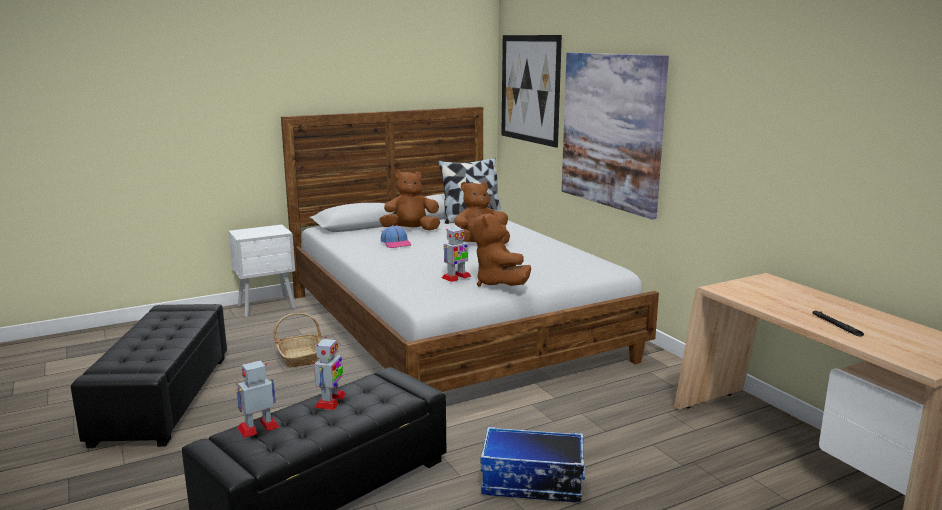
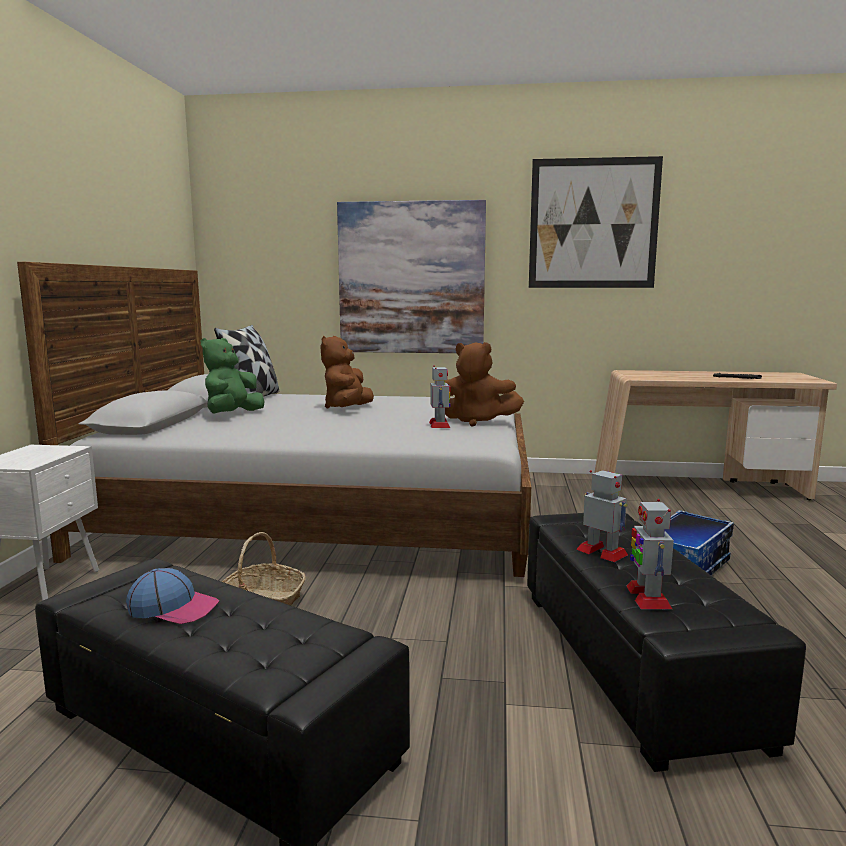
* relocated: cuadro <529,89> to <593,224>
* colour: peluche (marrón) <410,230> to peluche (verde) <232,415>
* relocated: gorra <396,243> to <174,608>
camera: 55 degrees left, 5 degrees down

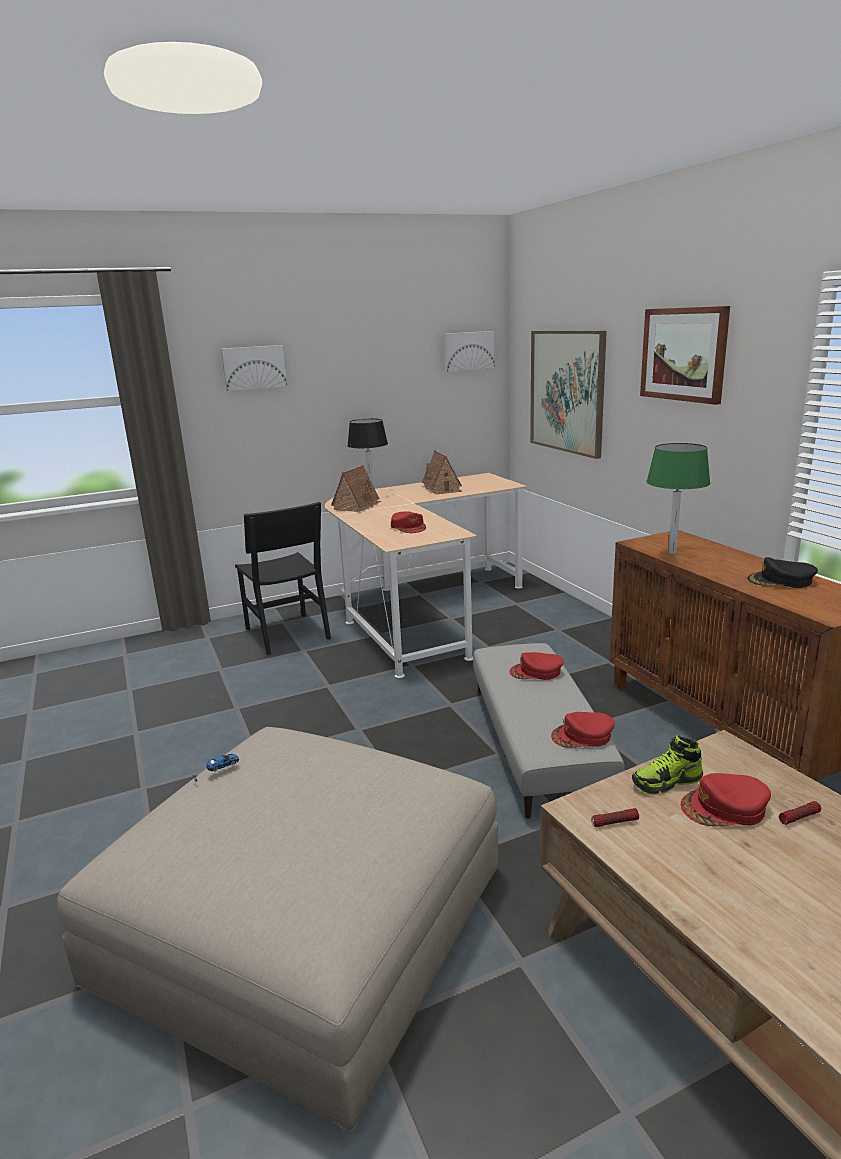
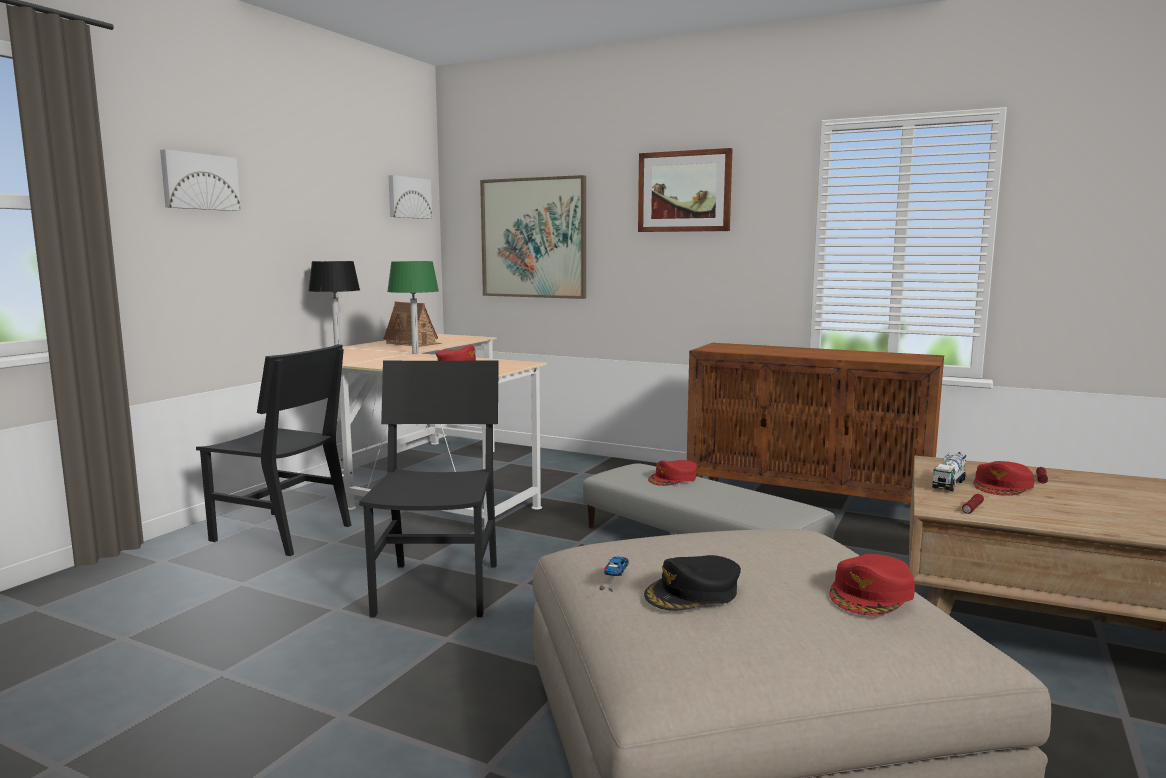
* relocated: lámpara de mesa (verde) <672,553> to <415,353>
* missing: casita <357,505>
* relocated: gorra (negro) <781,581> to <693,593>
* relocated: gorra (rojo) <582,736> to <871,594>
* exchanged: zapato <667,782> to camión de juguete <949,484>
* appeared: silla (negro) <438,589>
camera: 40 degrees left, 10 degrees down

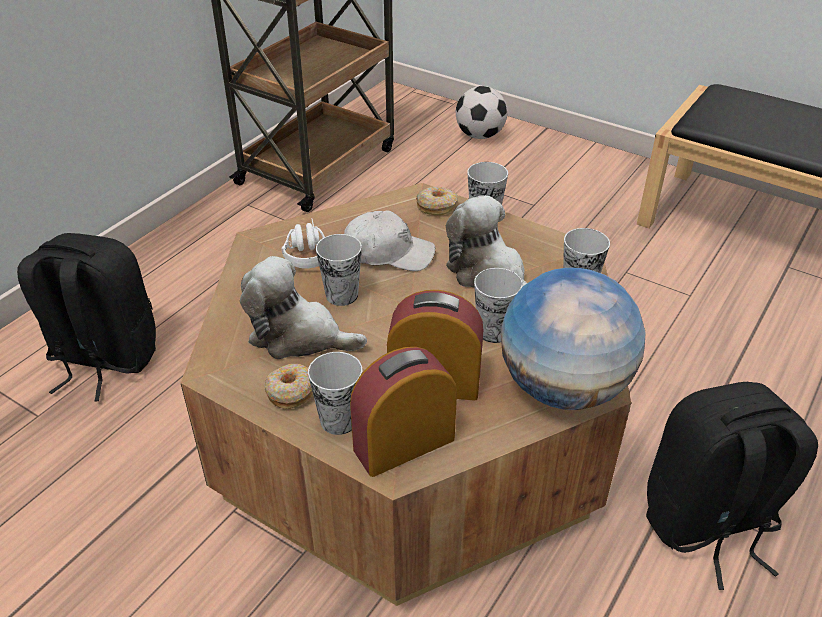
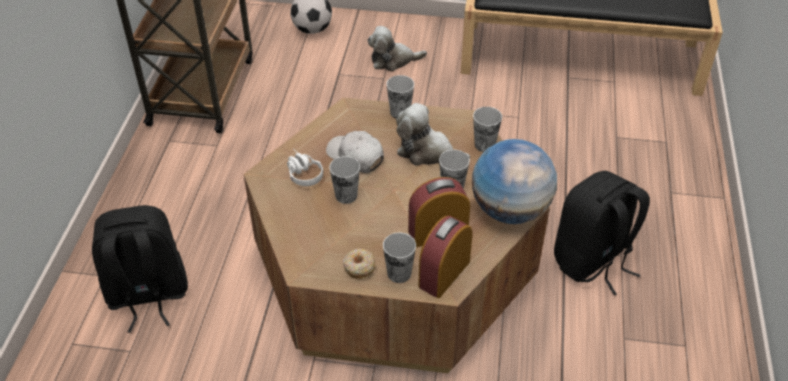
* missing: rosquilla <436,206>
* spun: gorra (blanco) <388,253> = <355,157> 120 degrees counterclockwise
* relocated: peluche <298,336> to <393,60>
camera: 25 degrees left, 5 degrees up

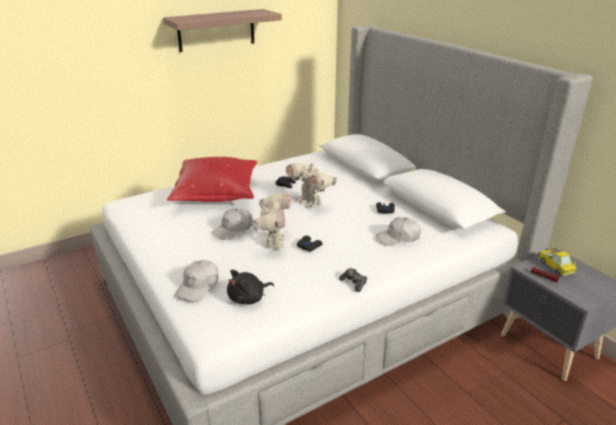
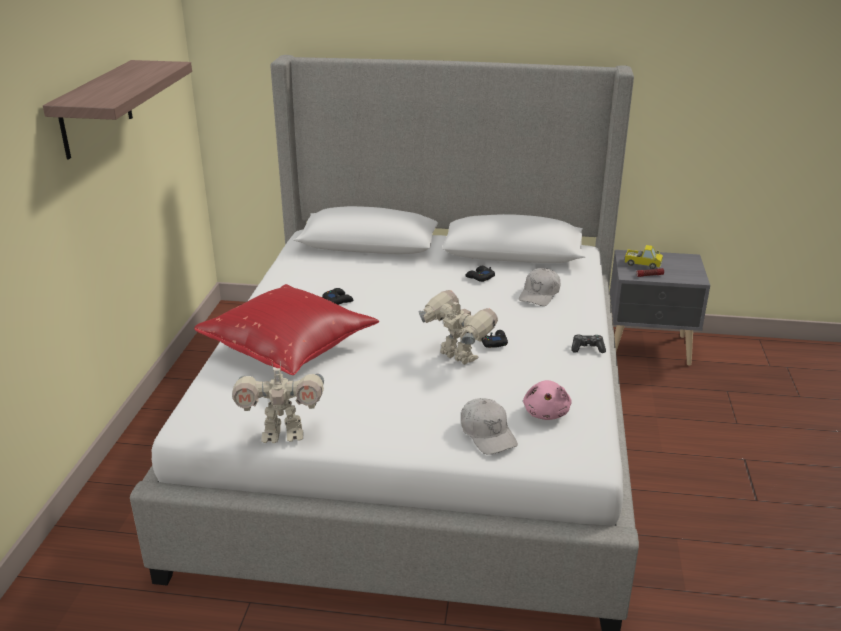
* relocated: robot de juguete <310,203> to <283,434>
* missing: gorra (blanco) <233,229>
* colour: peluche (negro) <248,298> to peluche (rosa) <546,413>
camera: 50 degrees left, 0 degrees up

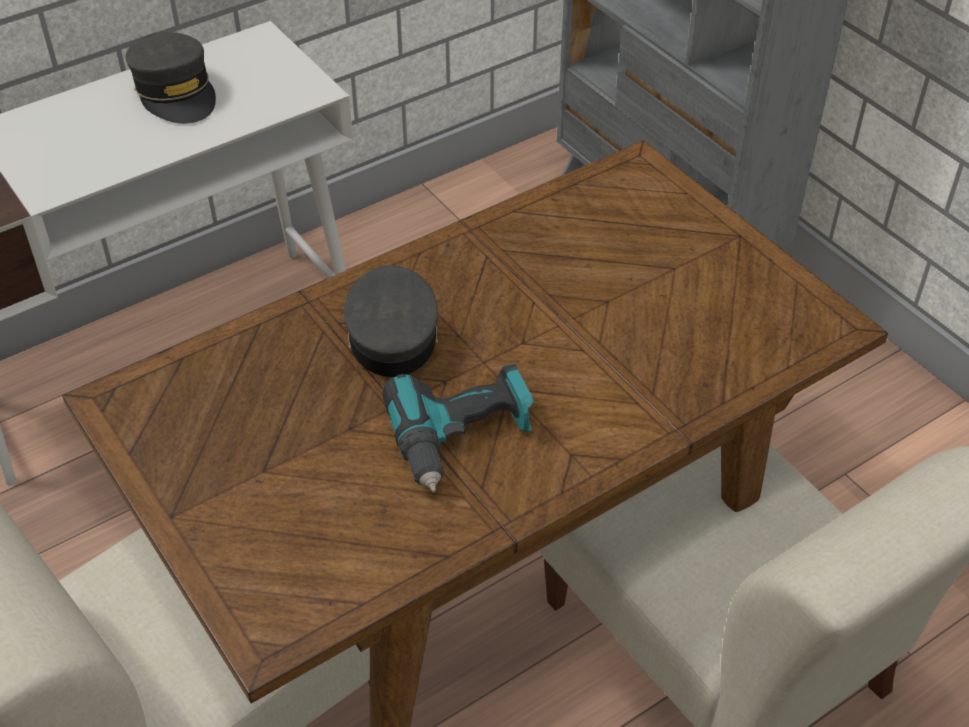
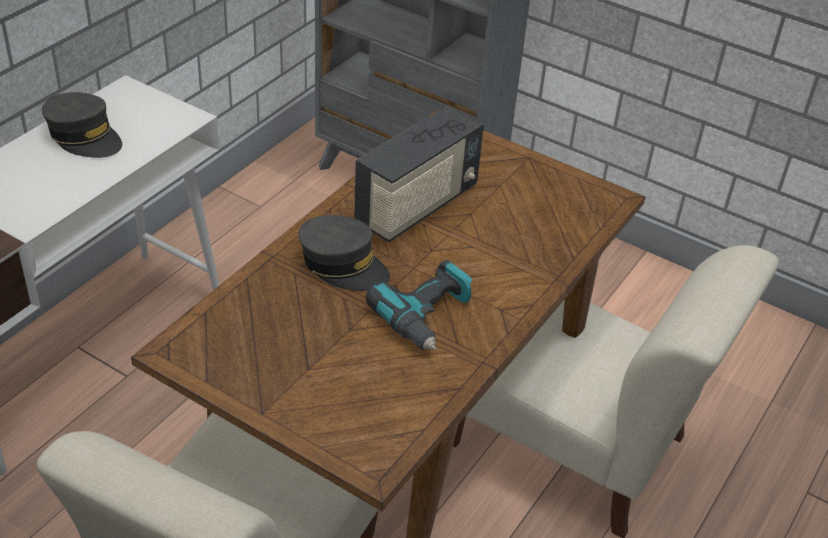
* spun: gorra (gris) <392,335> = <343,265> 150 degrees clockwise
* appeared: radio <417,206>
camera: 25 degrees left, 5 degrees down

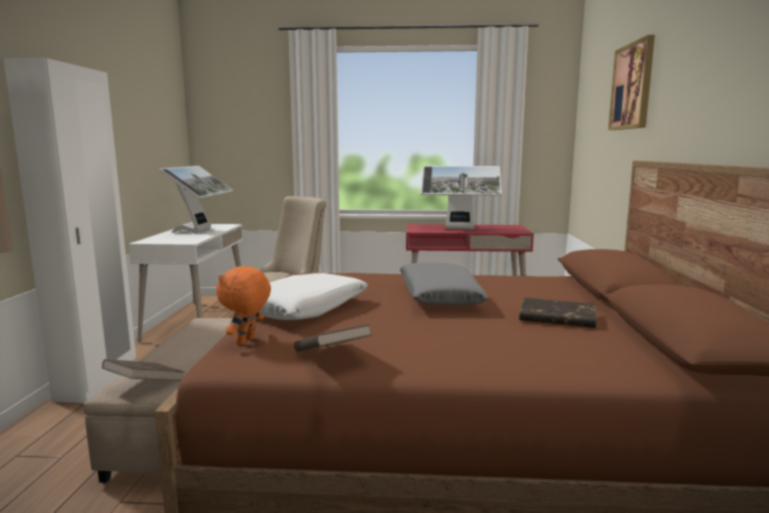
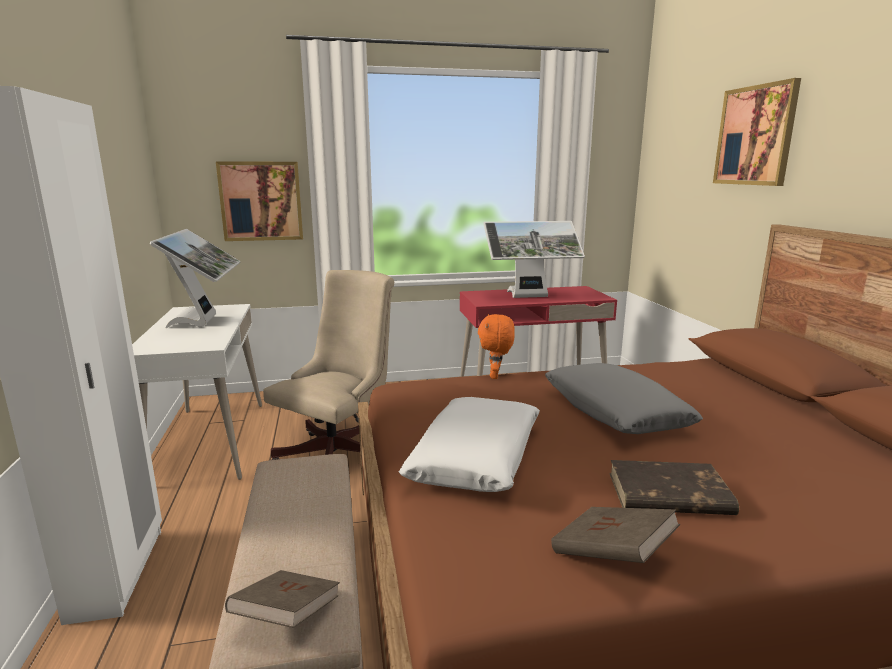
* relocated: peluche (naranja) <246,342> to <495,376>
* relocated: libro (marrón) <556,317> to <667,494>
* appeared: cuadro <261,201>
camera: 15 degrees left, 5 degrees up

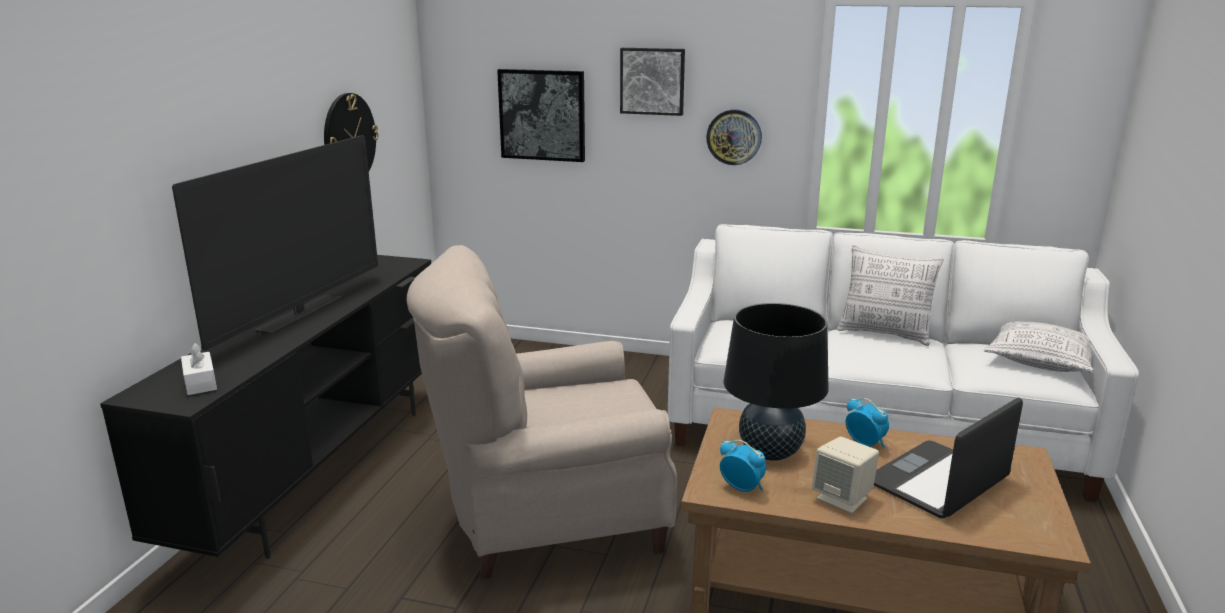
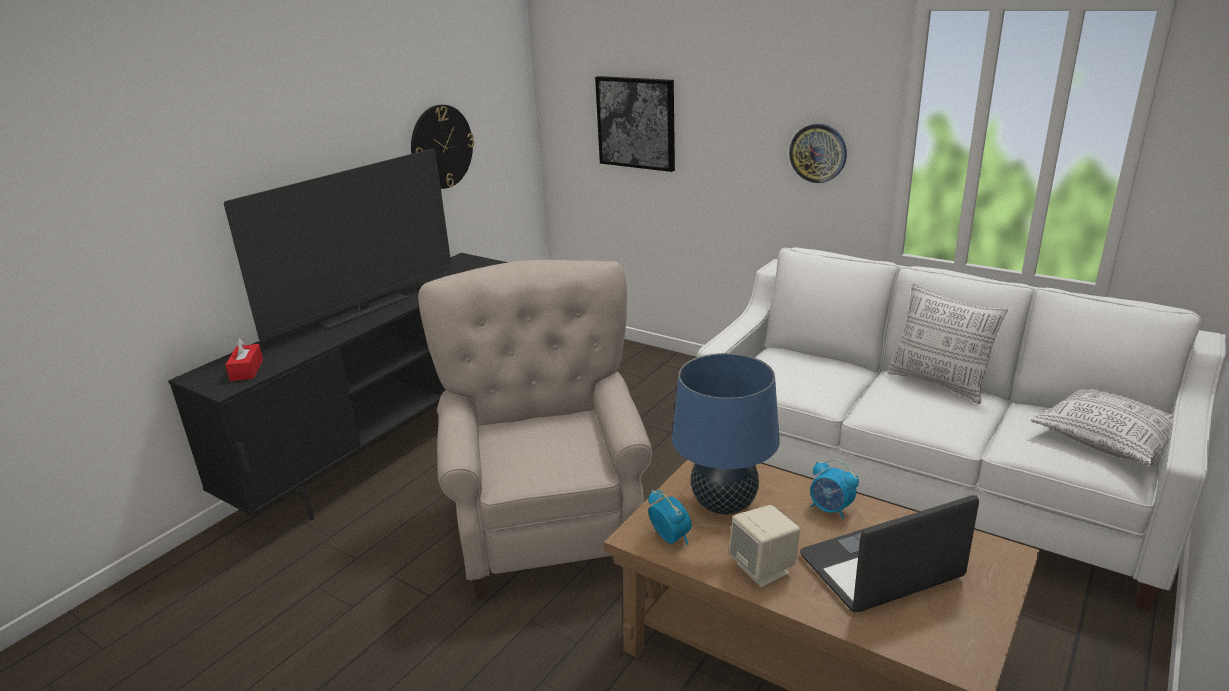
* missing: cuadro <652,81>
* spun: sillón (beis) <548,519> = <549,524> 75 degrees clockwise
* colour: lámpara de mesa (negro) <770,452> to lámpara de mesa (azul) <724,504>
* colour: caja de pañuelos (blanco) <200,382> to caja de pañuelos (rojo) <247,370>
* spun: despertador <865,443> = <831,509> 150 degrees clockwise
camera: 20 degrees right, 5 degrees up

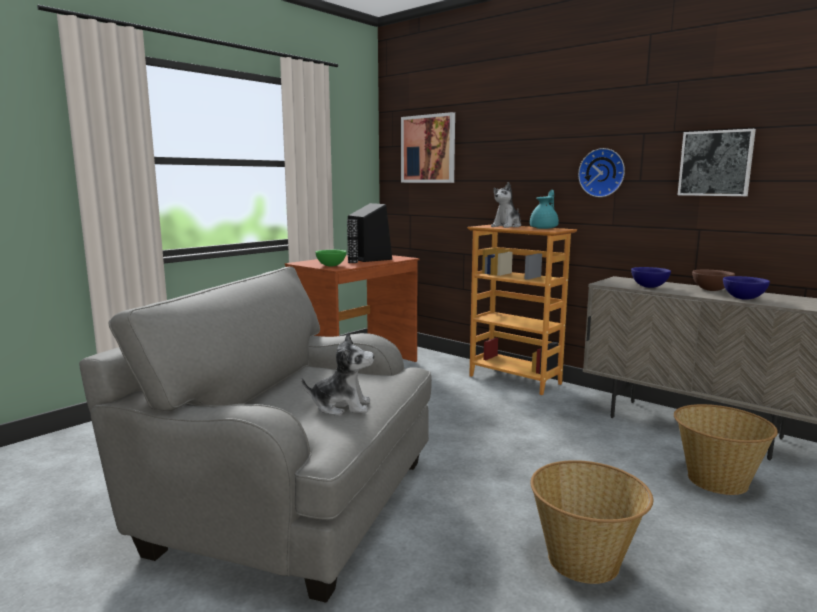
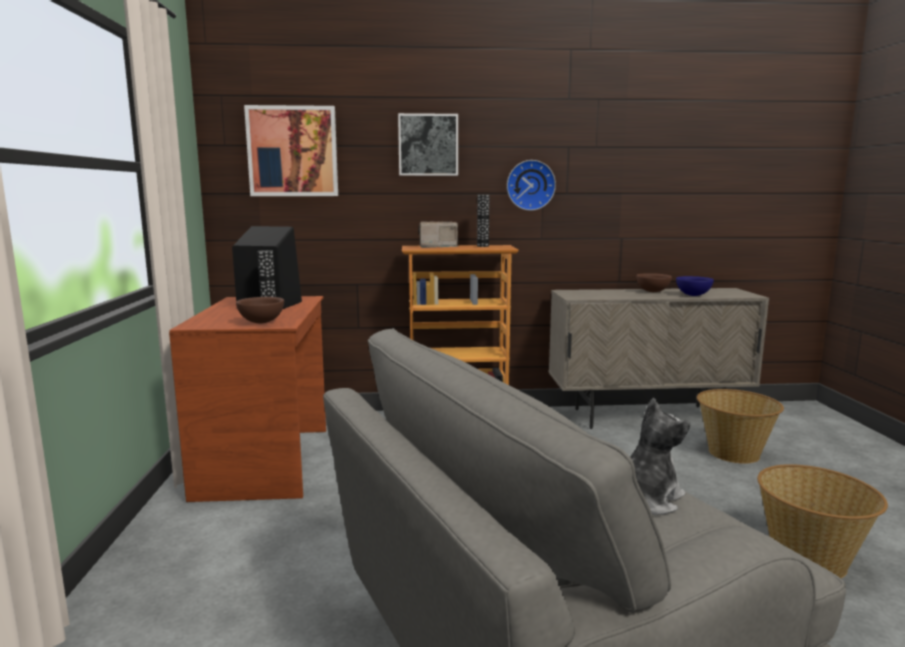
* relocated: cuadro <715,163> to <428,145>
* exchanged: peluche <507,226> to radio <437,247>
* exchanged: tetera (turquesa) <544,228> to florero <482,246>
* colour: cuenco (verde) <331,266> to cuenco (marrón) <262,322>
* missing: cuenco (azul) <649,287>
camera: 45 degrees left, 0 degrees up

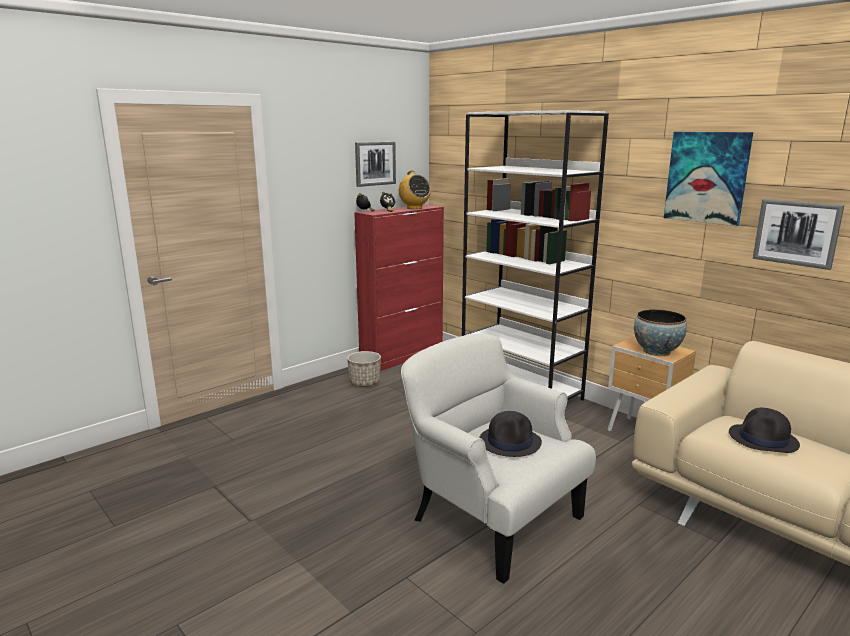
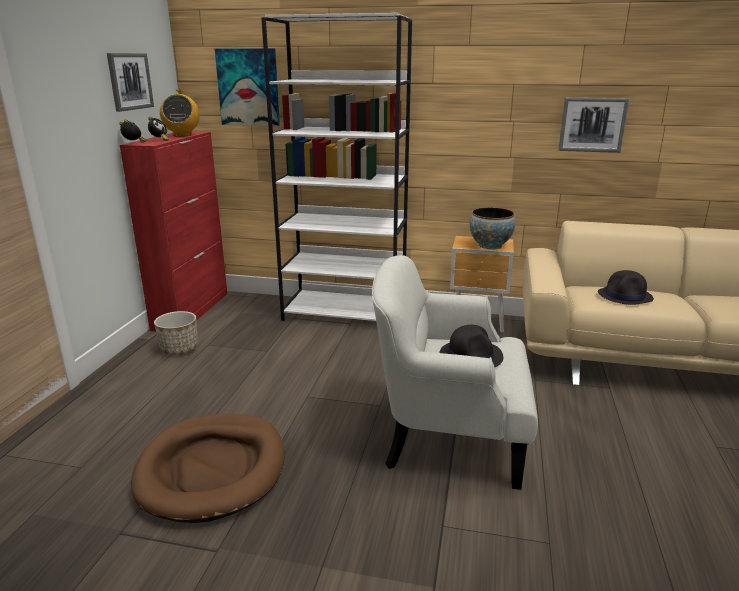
* relocated: cuadro <707,177> to <248,87>
* spun: radio <414,208> = <182,135> 60 degrees clockwise
* appeared: cama para perro (marrón) <212,469>
camera: 35 degrees left, 5 degrees up

